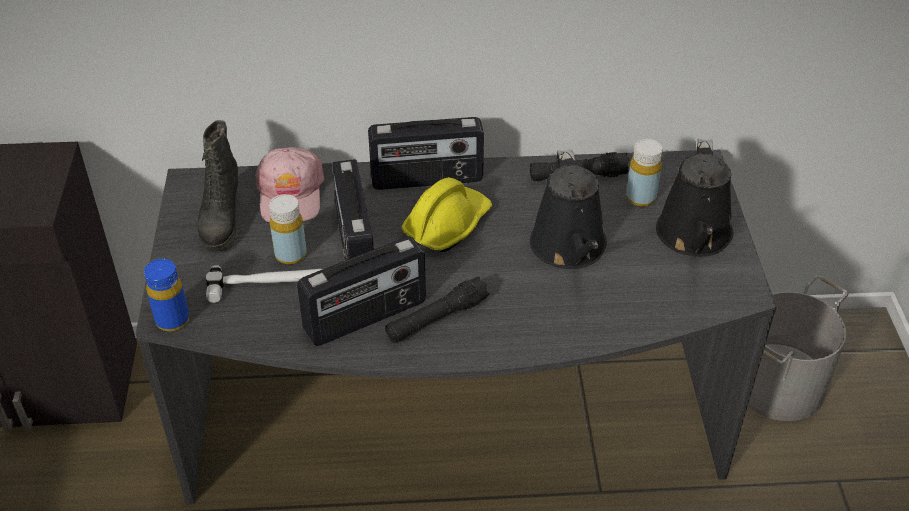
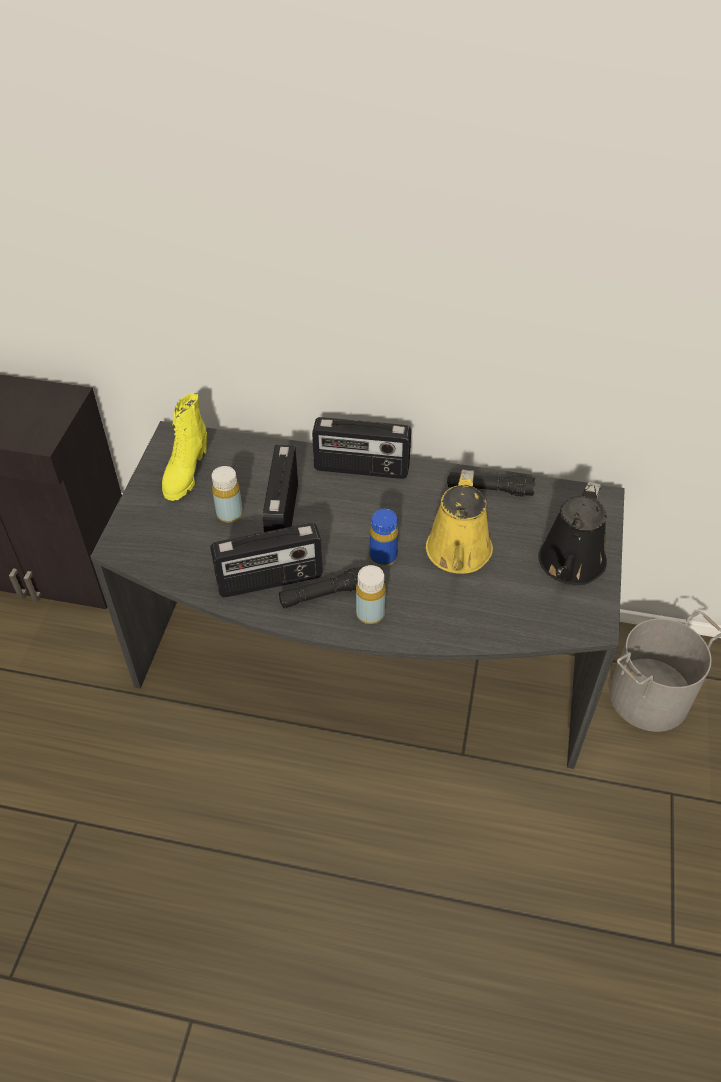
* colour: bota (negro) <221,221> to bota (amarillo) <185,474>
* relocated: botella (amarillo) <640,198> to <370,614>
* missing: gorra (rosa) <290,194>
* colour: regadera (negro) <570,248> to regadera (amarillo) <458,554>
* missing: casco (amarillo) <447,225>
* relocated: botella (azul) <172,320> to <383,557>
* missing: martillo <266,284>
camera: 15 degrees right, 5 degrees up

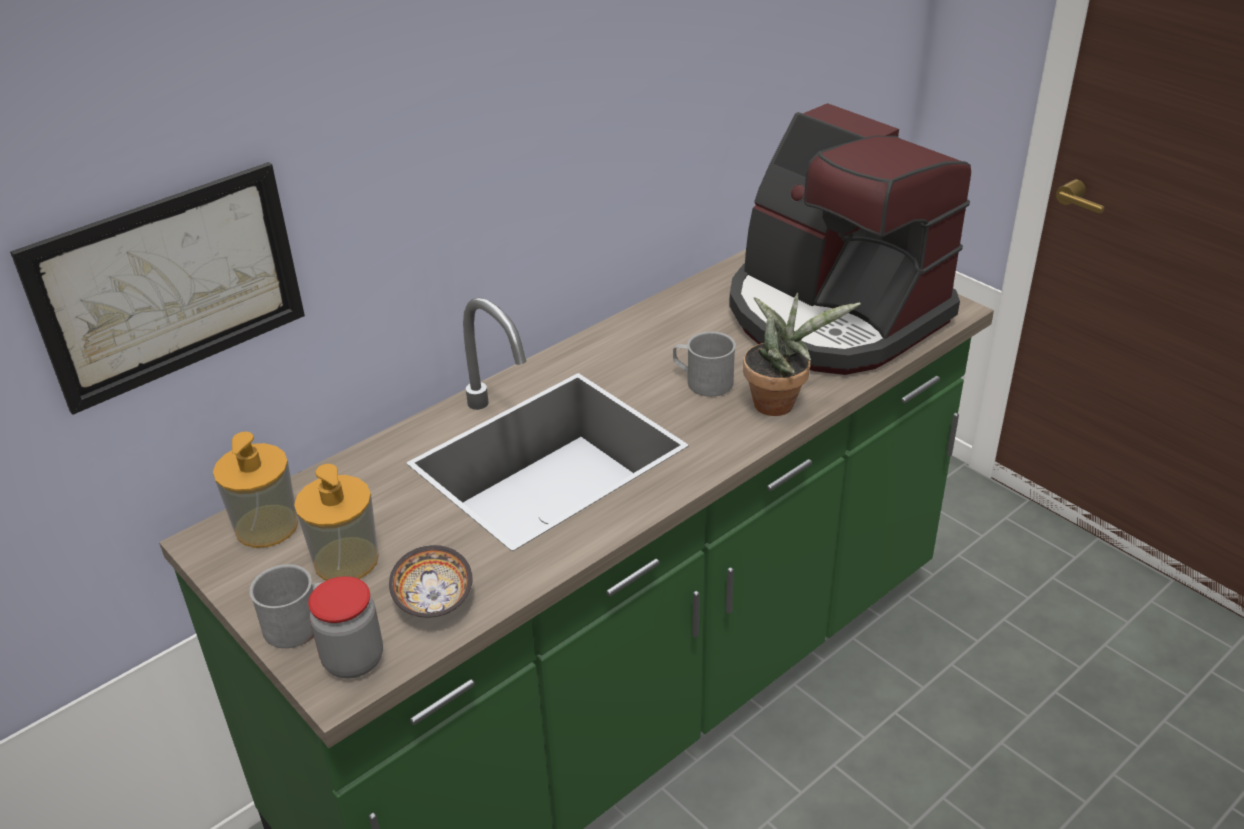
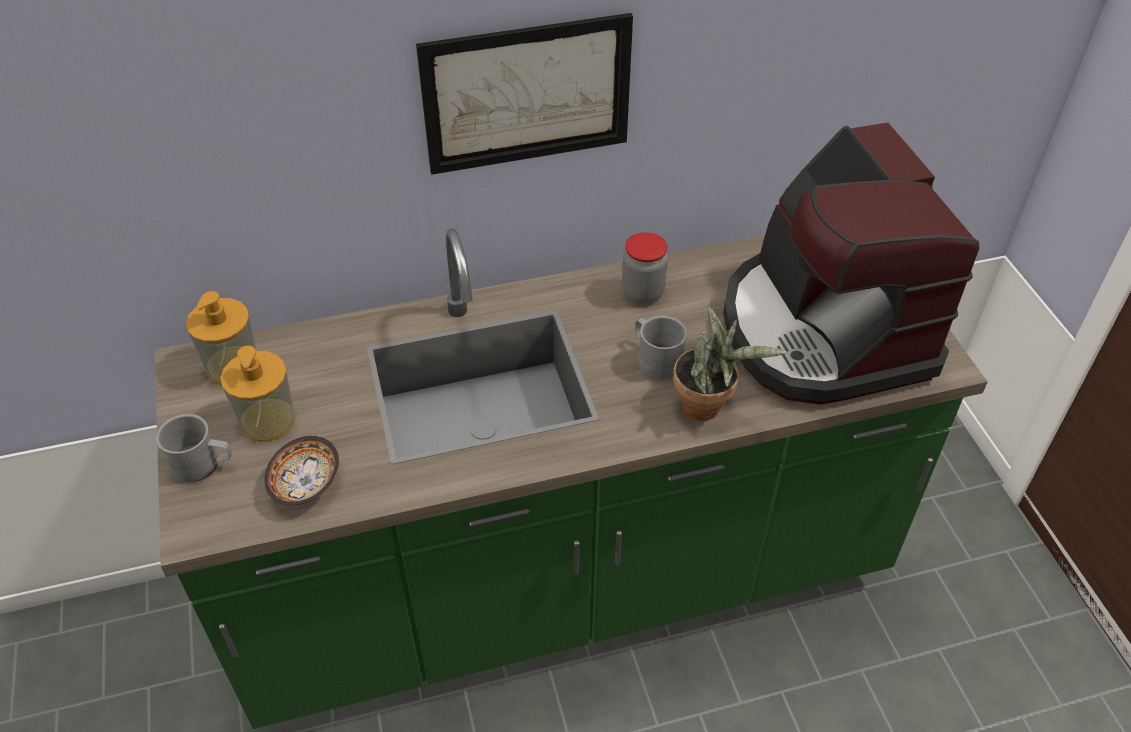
* relocated: cuadro <170,285> to <527,94>
* relocated: tarro <353,660> to <643,292>
camera: 25 degrees right, 10 degrees up

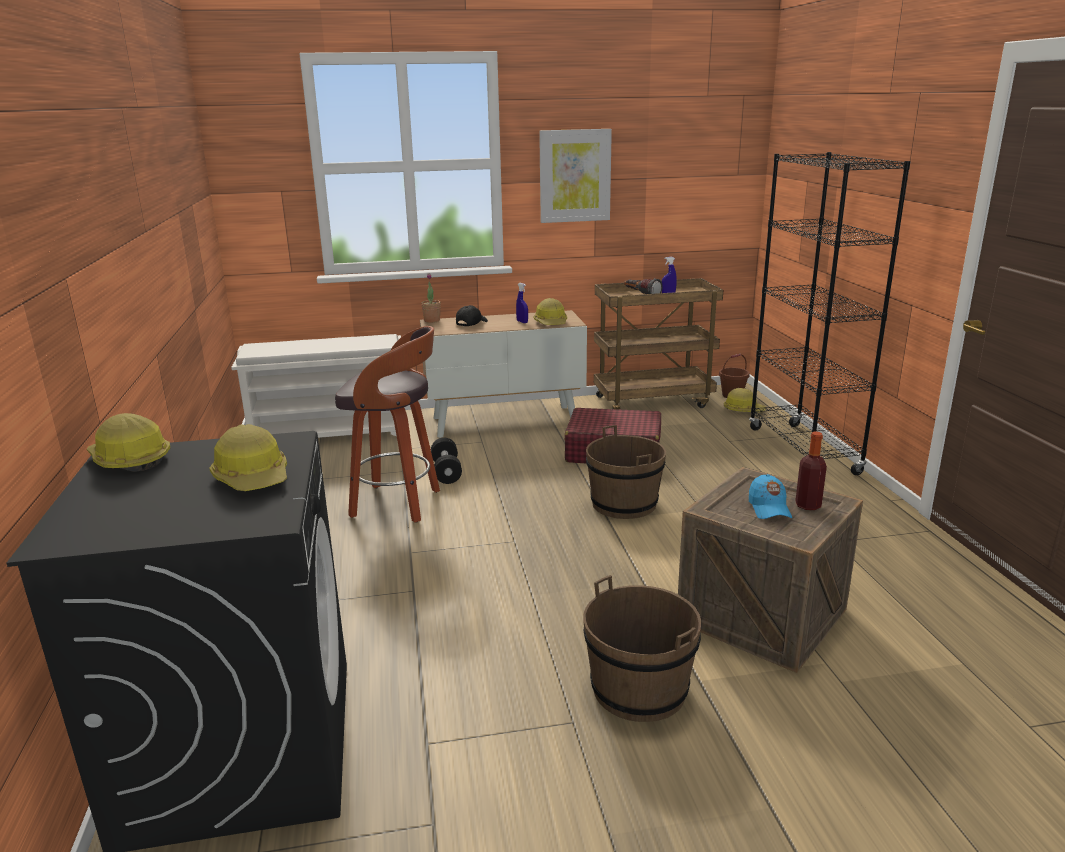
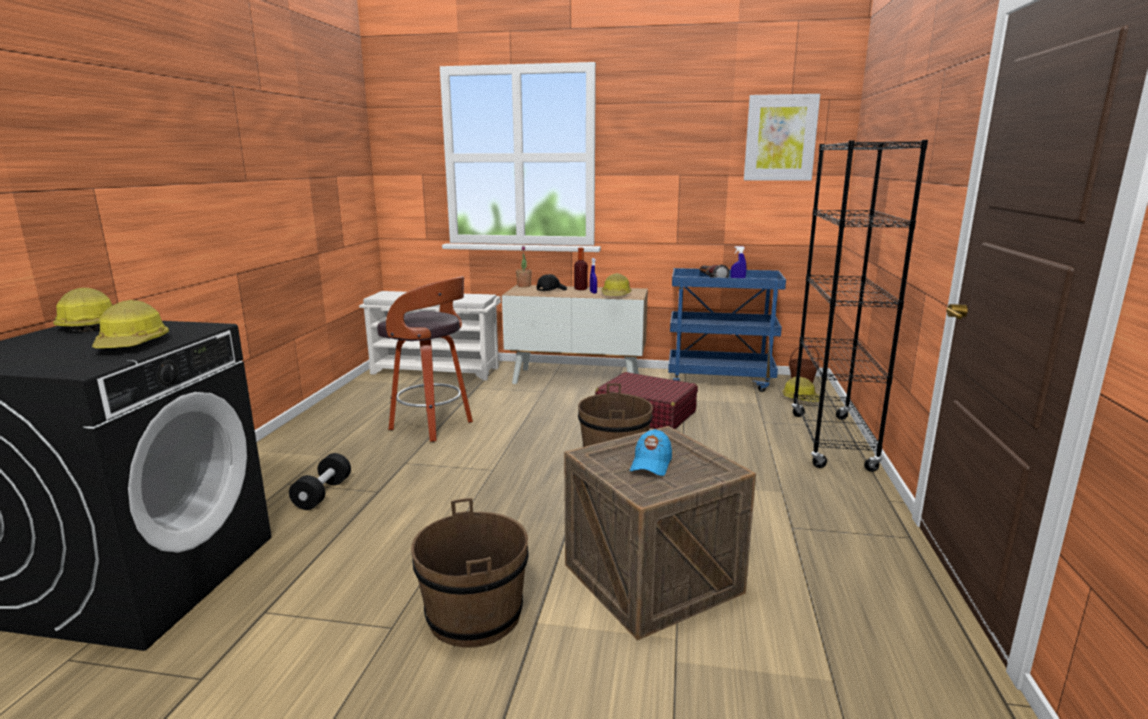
* relocated: cuadro <575,176> to <780,138>
* colour: carrito (marrón) <653,401> to carrito (azul) <720,381>
* relocated: botella <808,505> to <580,289>
* relocated: mancuerna (negro) <446,472> to <323,494>
camera: 20 degrees right, 5 degrees down

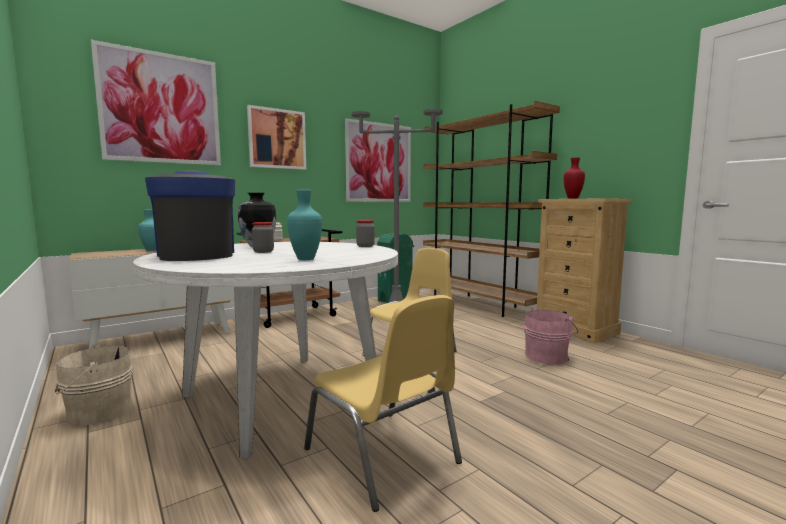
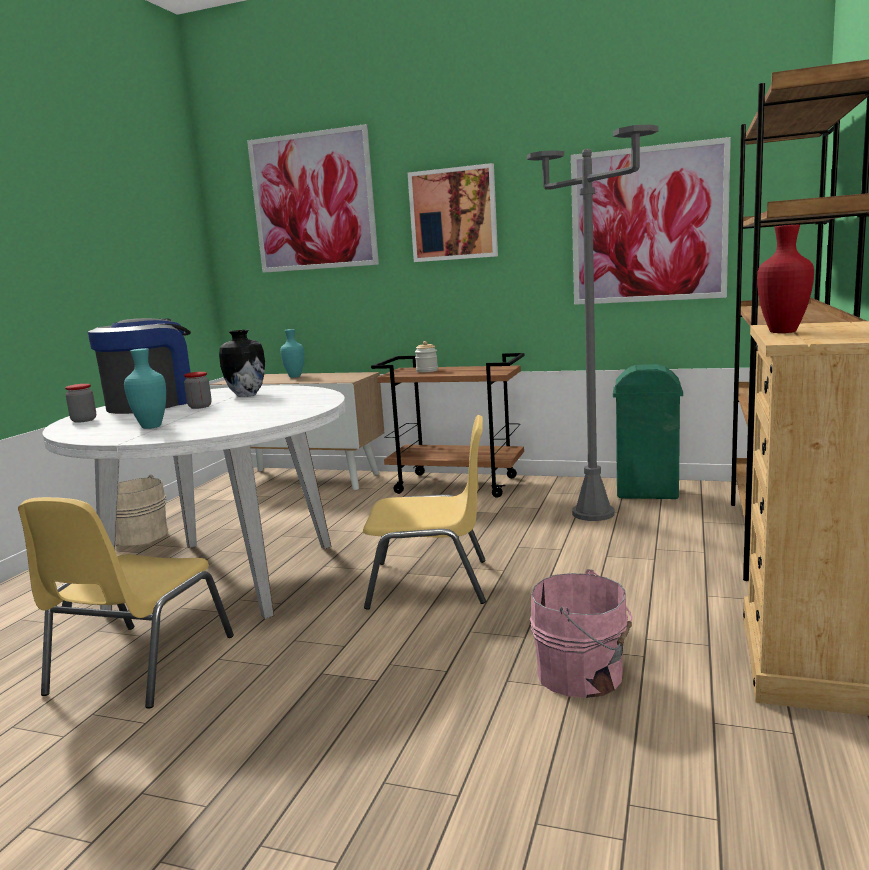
* relocated: tarro <365,246> to <84,420>
camera: 55 degrees right, 5 degrees up

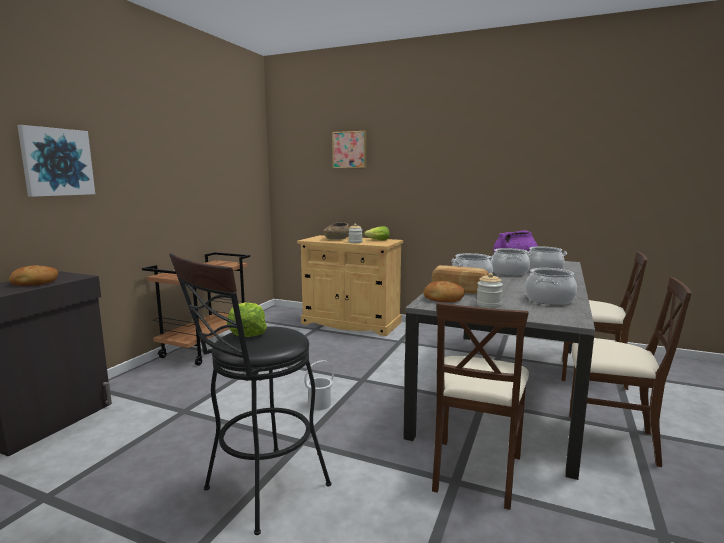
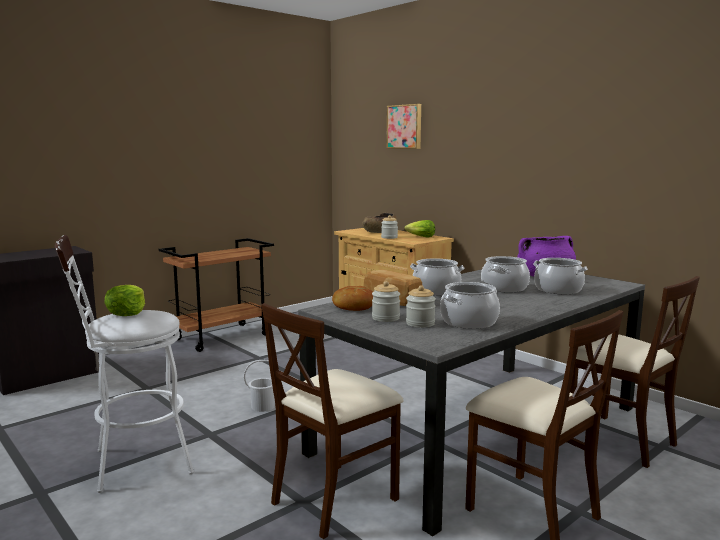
* missing: cuadro <57,162>
* colour: taburete (negro) <259,492> to taburete (blanco) <133,463>
* missing: pan <34,283>
* appeared: tarro <420,323>
camera: 25 degrees right, 0 degrees up

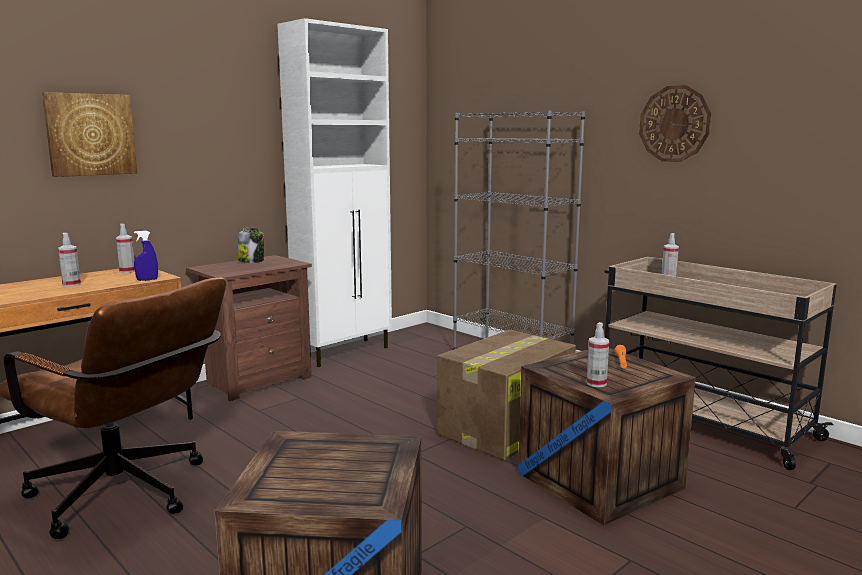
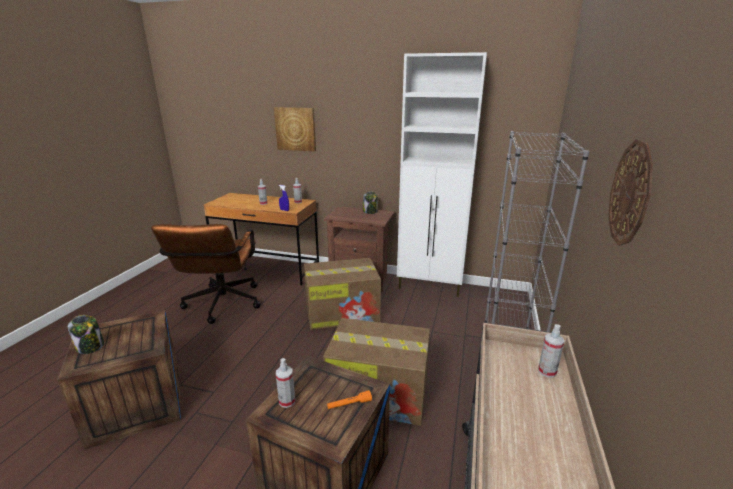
* appeared: caja de cartón <343,312>
* appeared: tarro <90,347>
camera: 60 degrees right, 10 degrees up

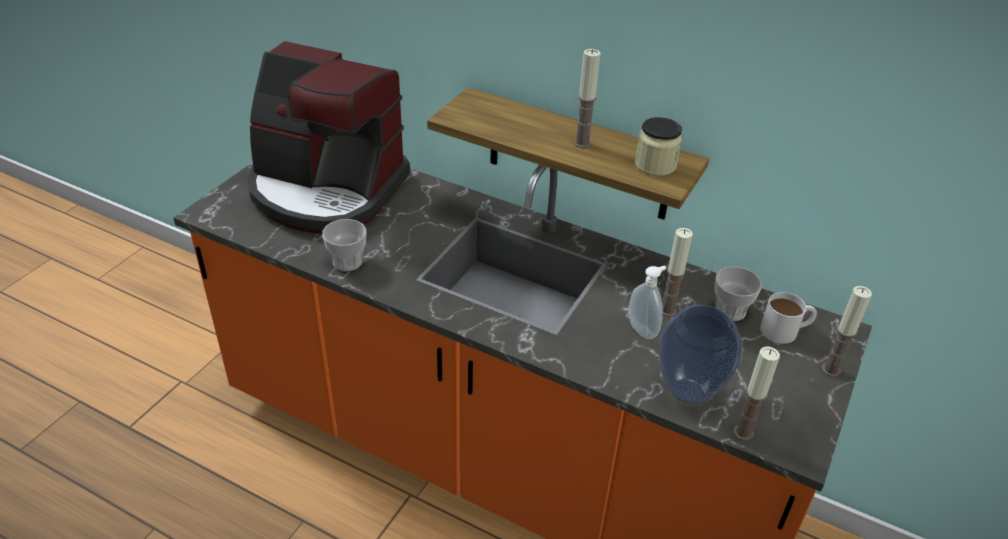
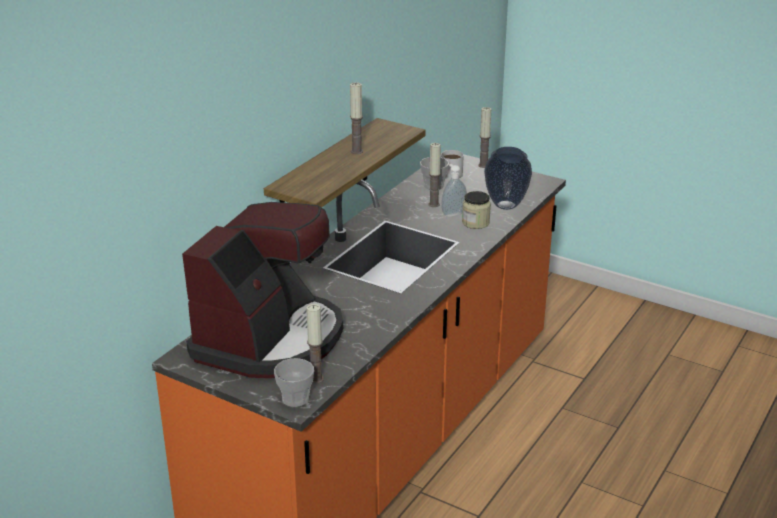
* relocated: tarro <655,165> to <475,222>
* relocated: taza <347,262> to <295,398>
* relocated: vela <743,432> to <316,379>
camera: 85 degrees left, 10 degrees down

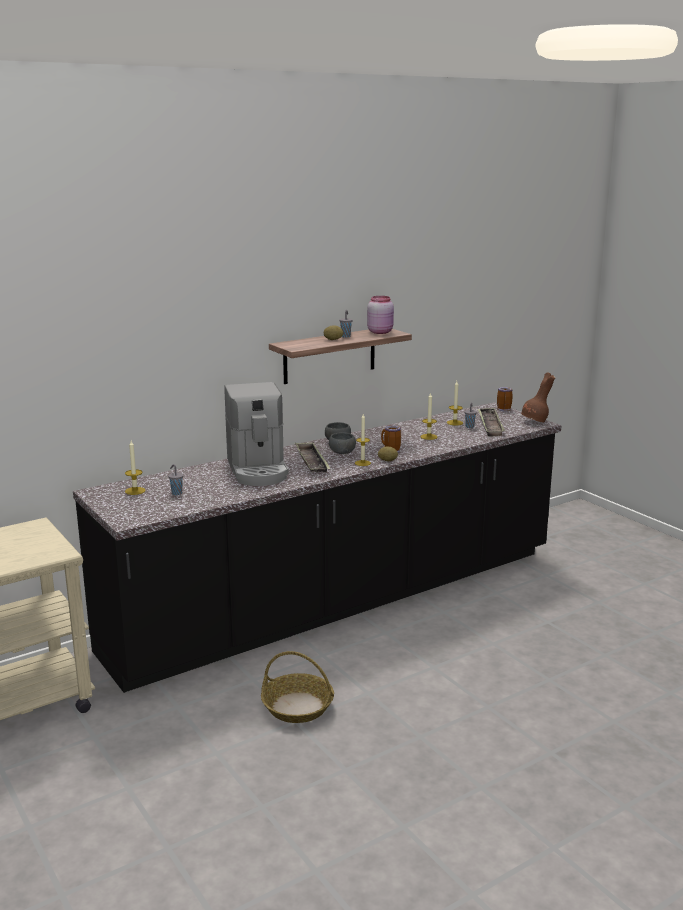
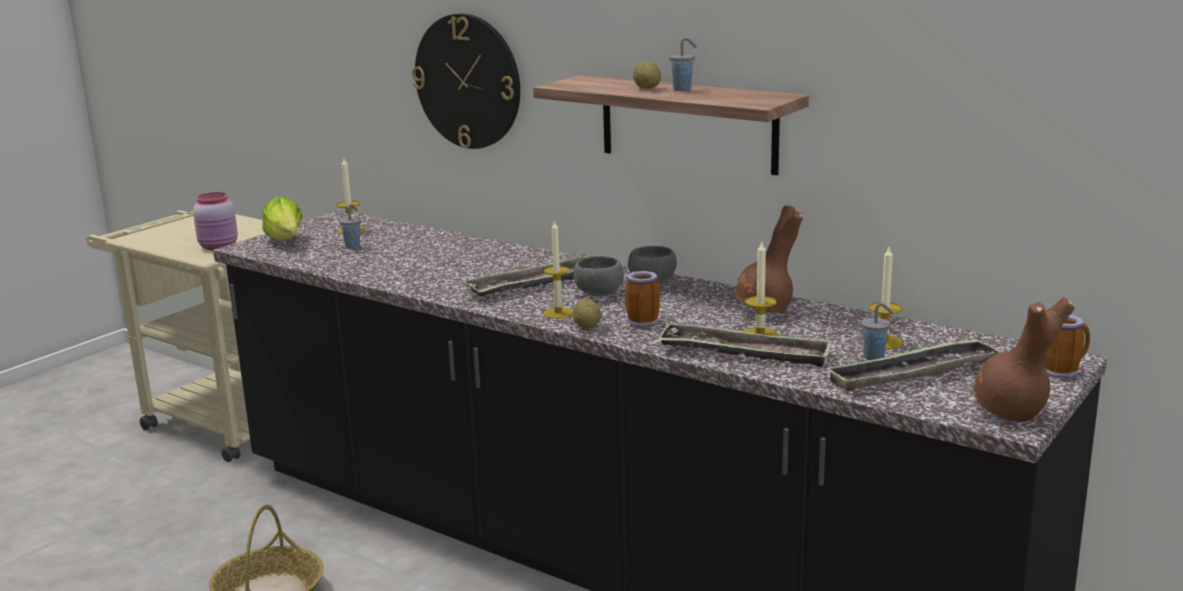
* relocated: tarro (rosa) <380,332> to <219,247>
* missing: cafetera <258,470>
* appeared: reloj de pared <468,81>
* appeared: lechuga <286,241>
* appeared: florero (marrón) <766,312>
* appeared: bandeja <744,353>
camera: 70 degrees right, 0 degrees up

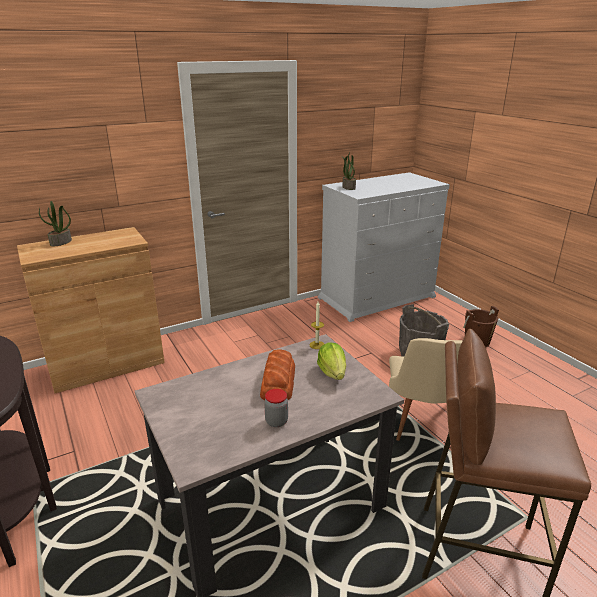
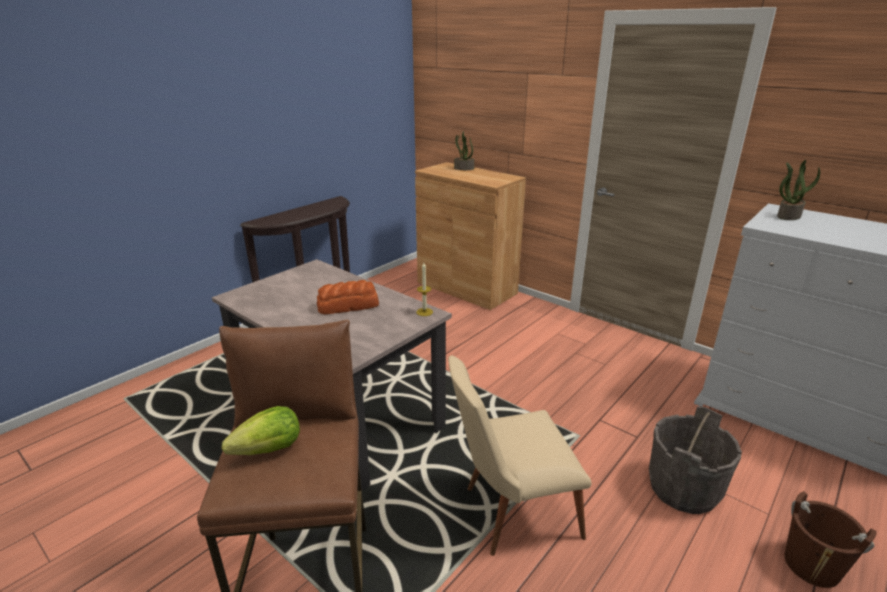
* relocated: lechuga <332,373> to <269,450>
* missing: tarro <276,421>
camera: 70 degrees right, 0 degrees up

